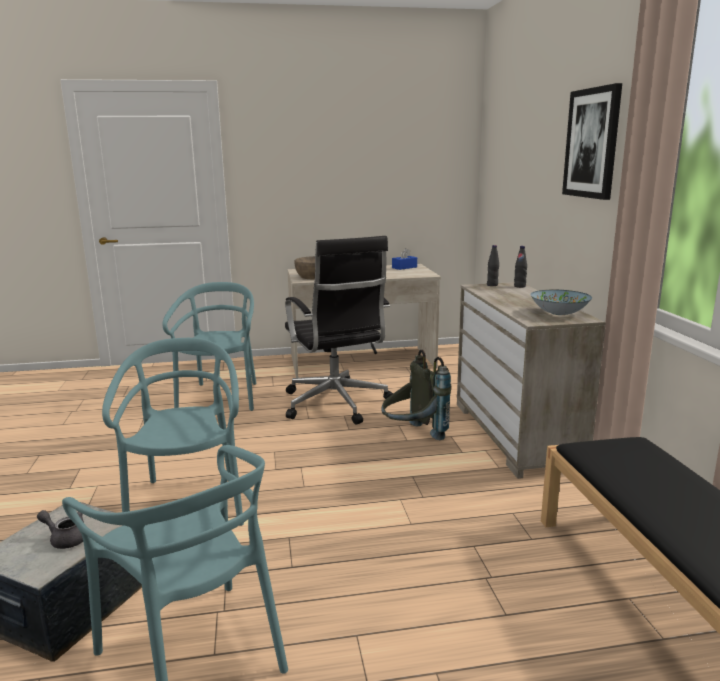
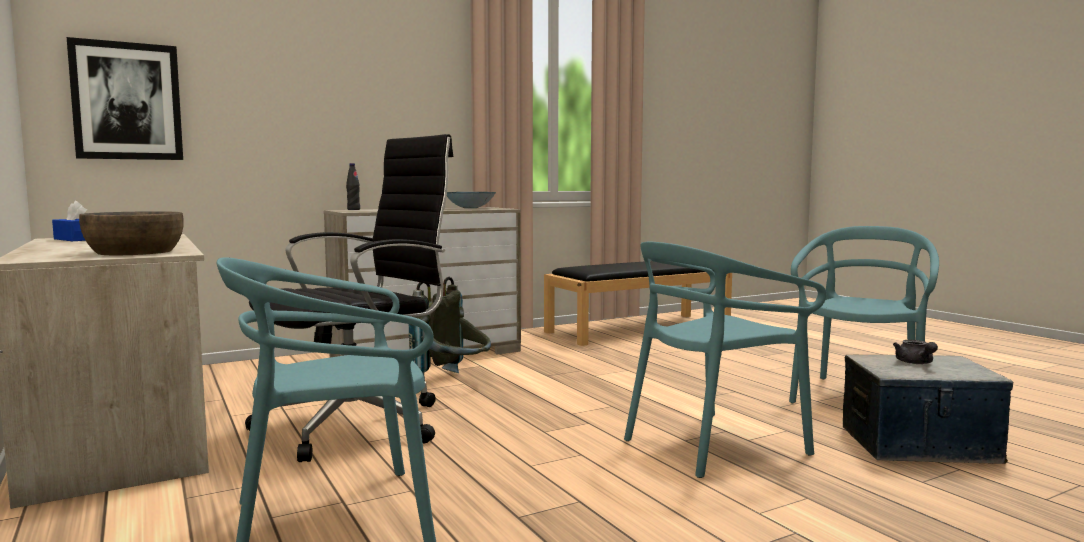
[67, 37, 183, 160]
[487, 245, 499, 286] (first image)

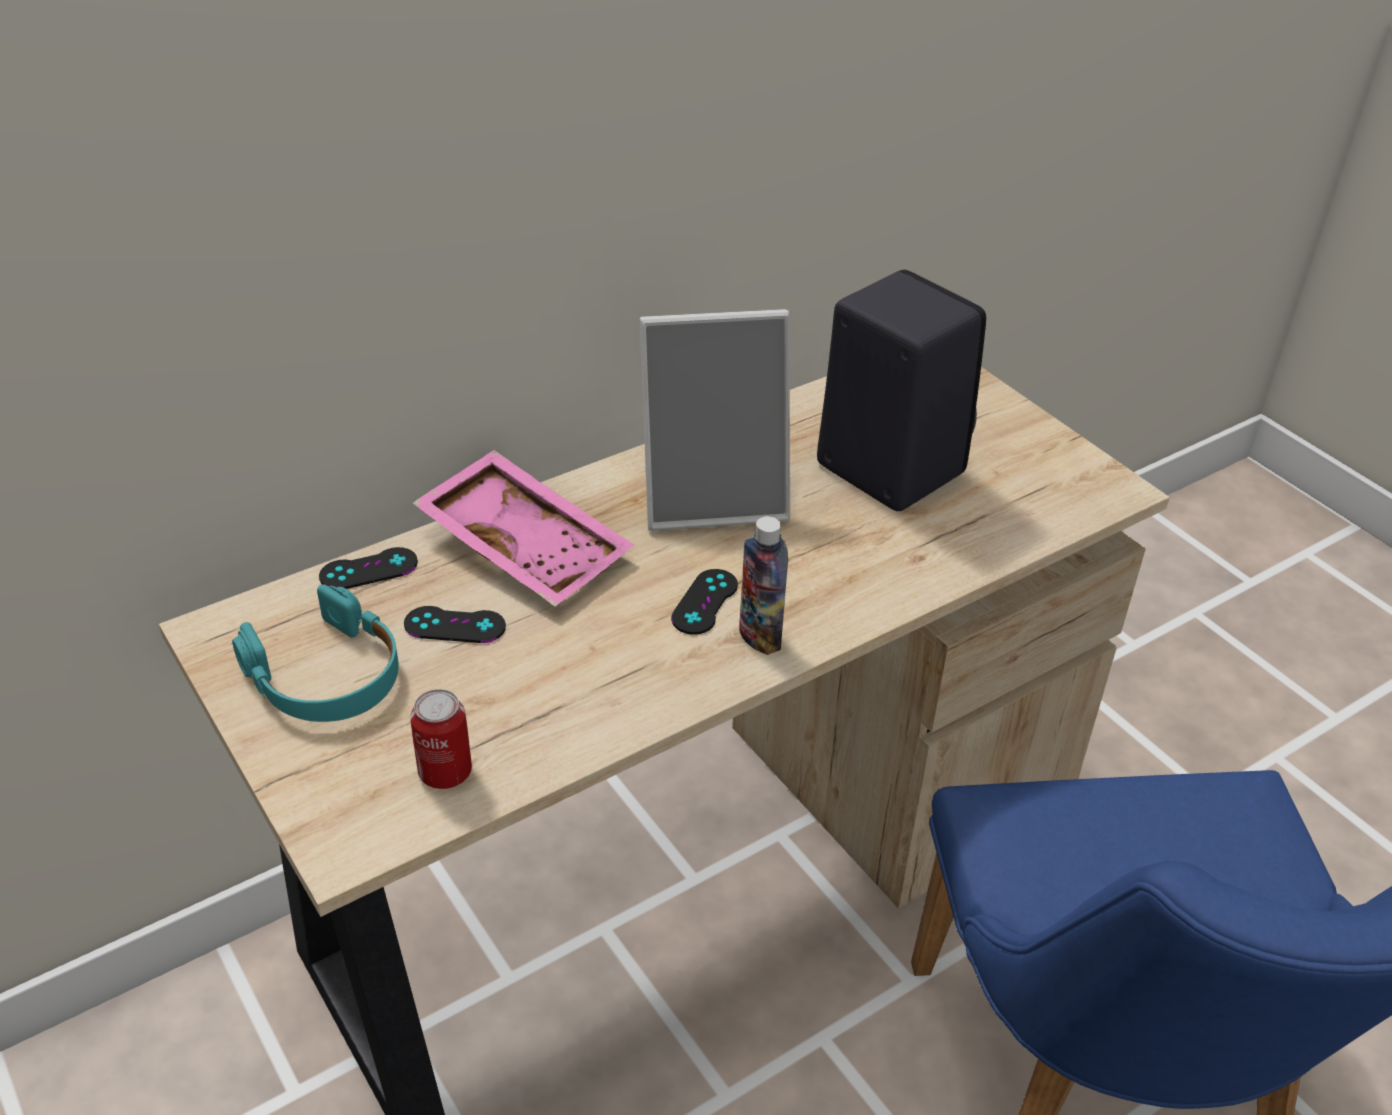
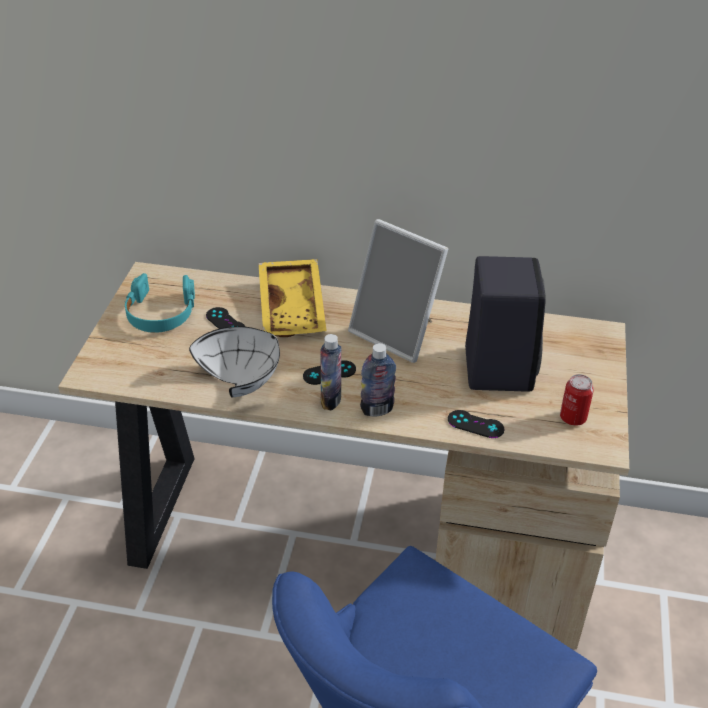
[189, 326, 280, 397]
[258, 259, 327, 337]
[360, 343, 396, 416]
[448, 410, 505, 438]
[560, 374, 594, 426]

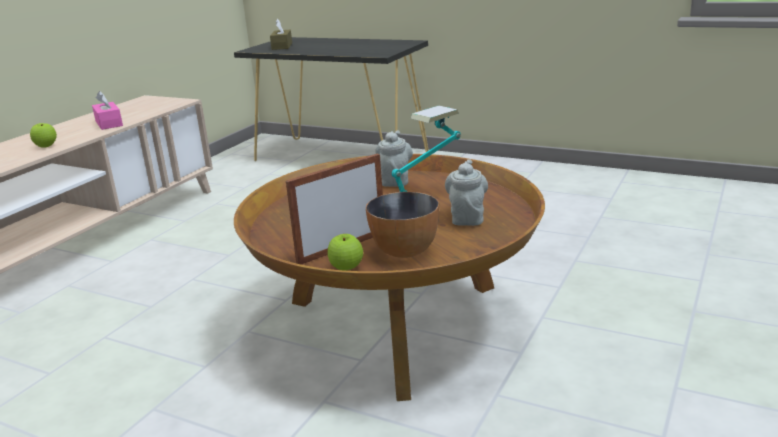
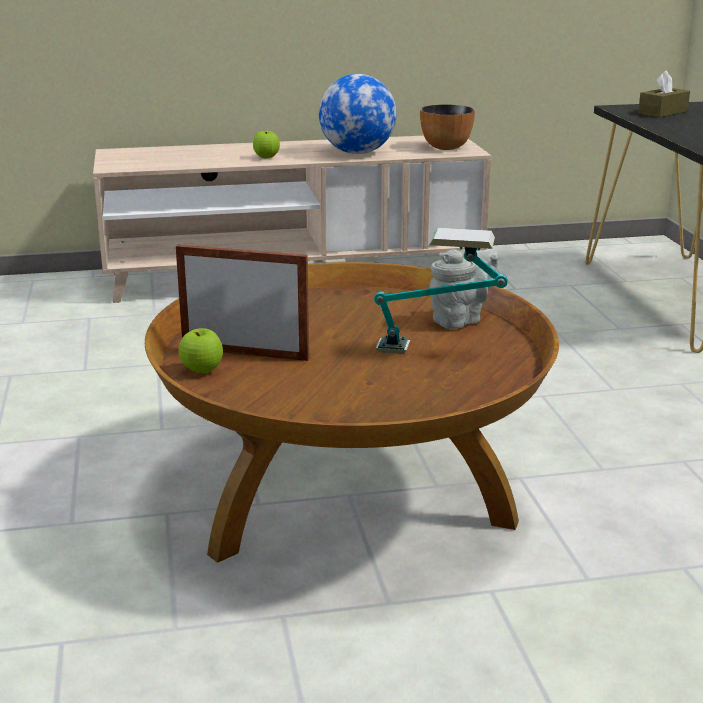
[319, 74, 397, 154]
[420, 104, 475, 150]
[445, 159, 488, 226] (first image)

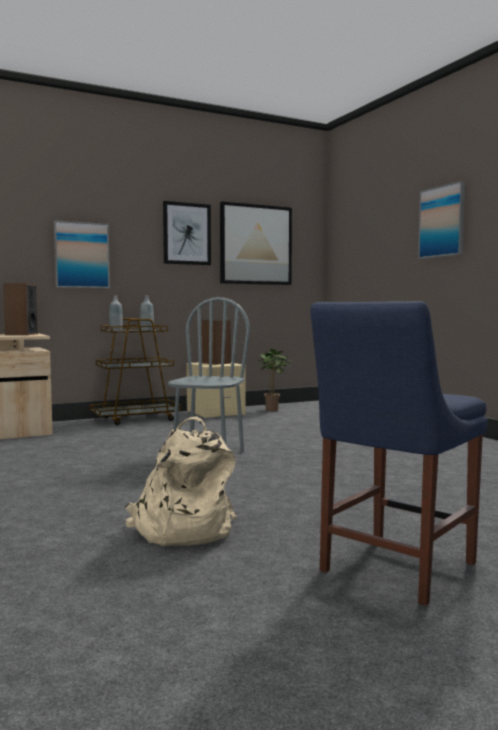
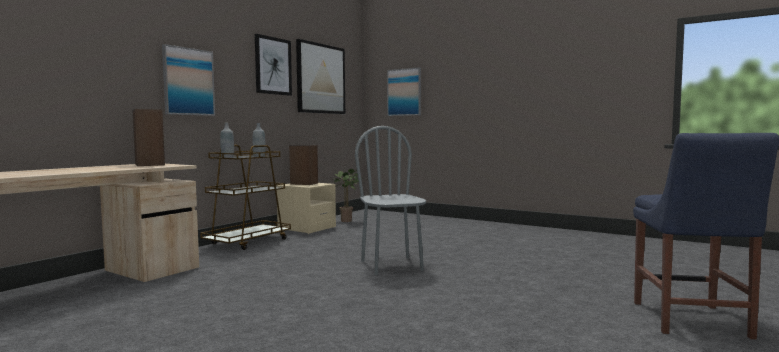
[387, 67, 421, 116]
[125, 416, 237, 546] (first image)

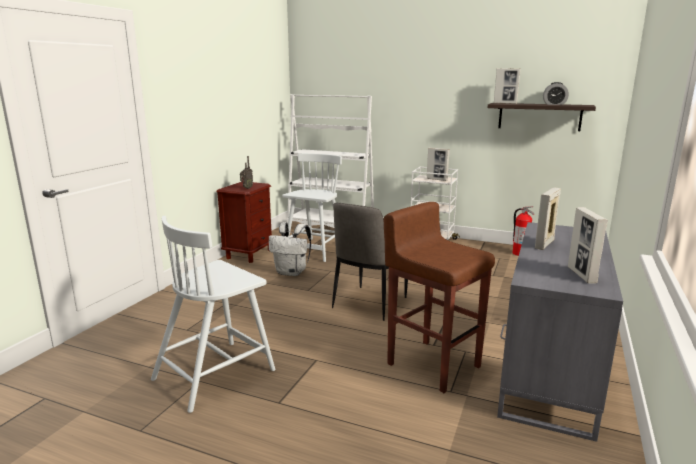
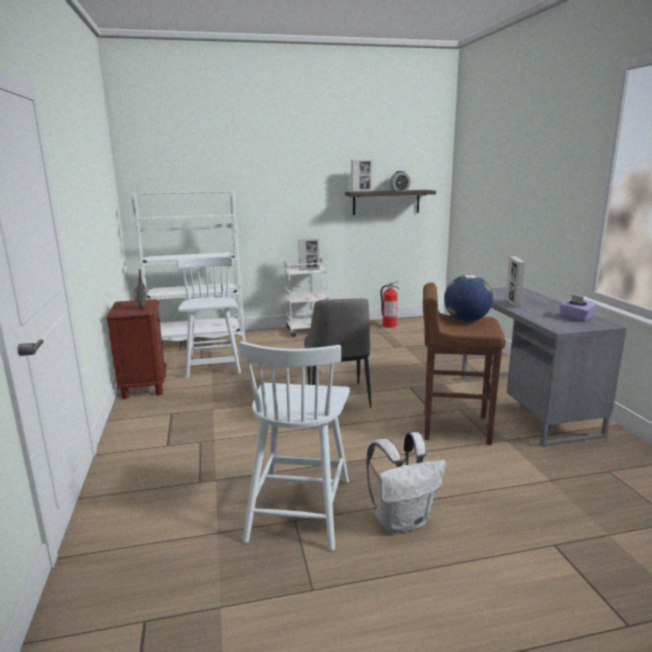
[366, 432, 446, 534]
[444, 275, 493, 322]
[559, 295, 597, 321]

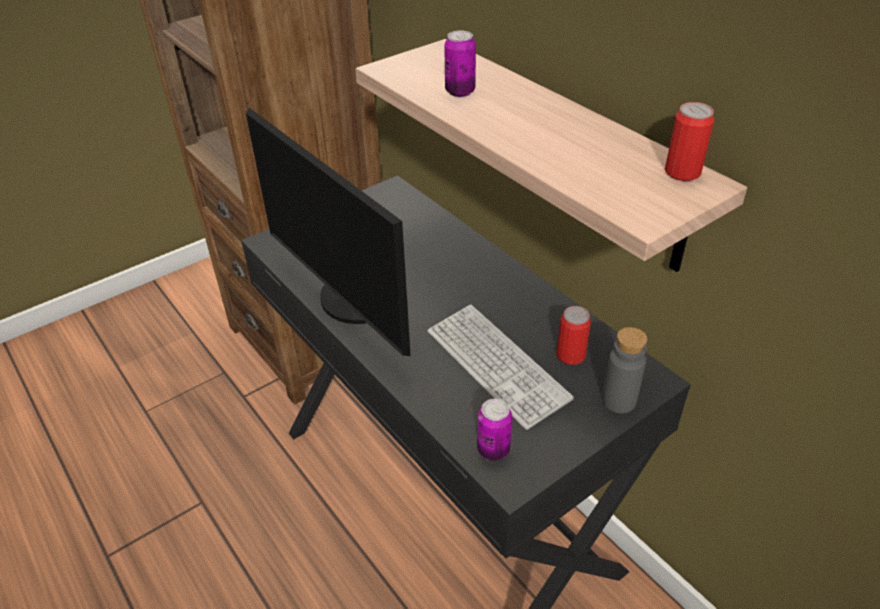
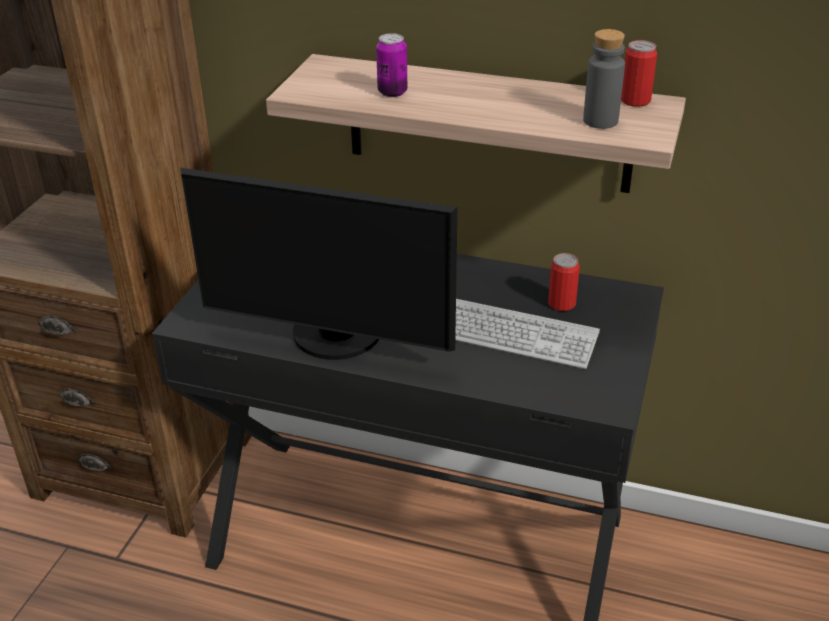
[583, 29, 625, 129]
[477, 399, 512, 461] (first image)

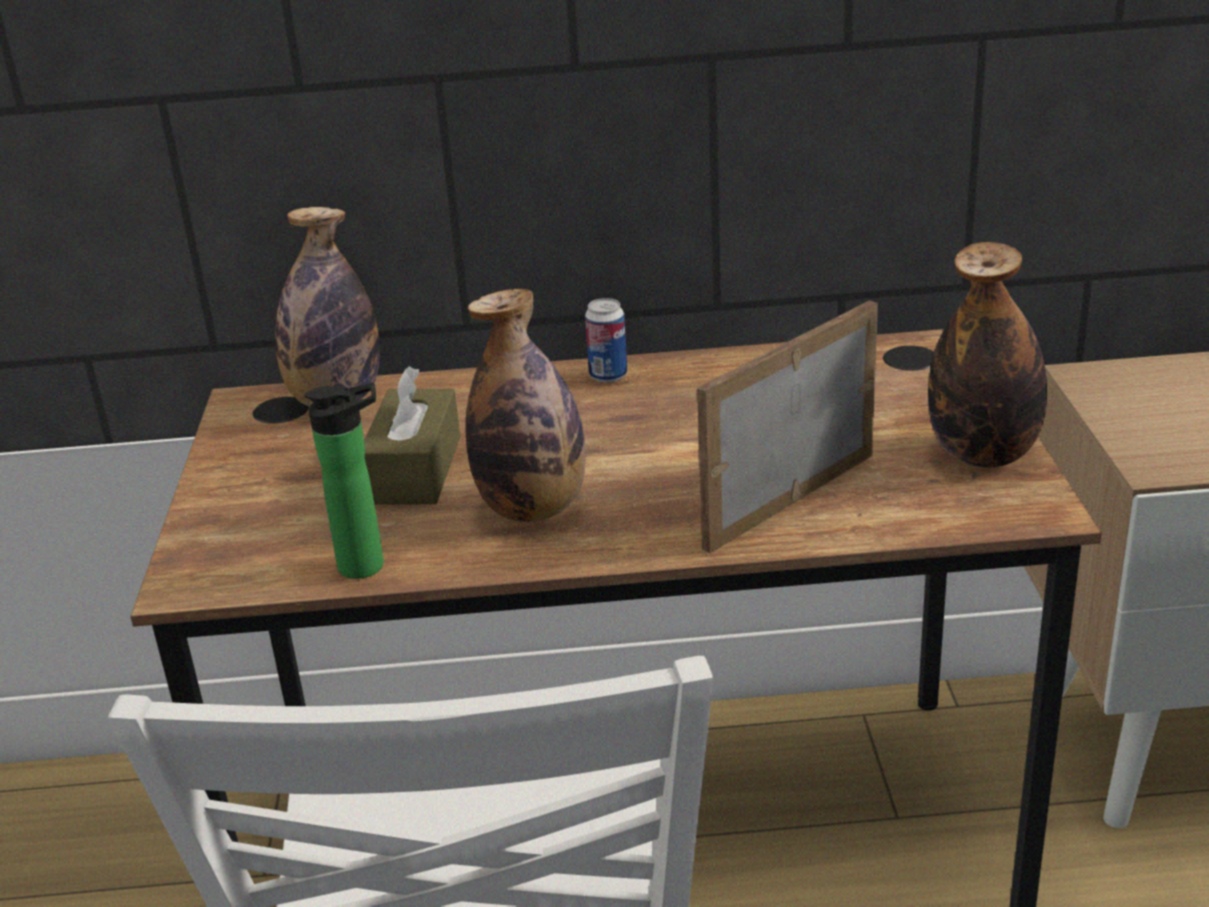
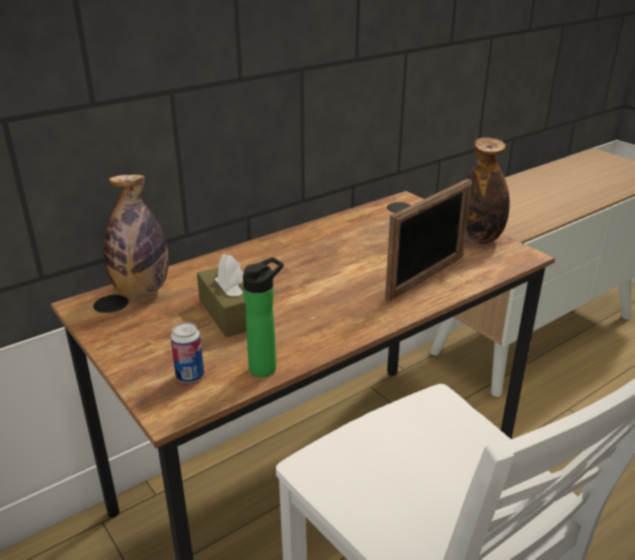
[171, 322, 204, 383]
[385, 179, 472, 301]
[465, 289, 585, 522] (first image)

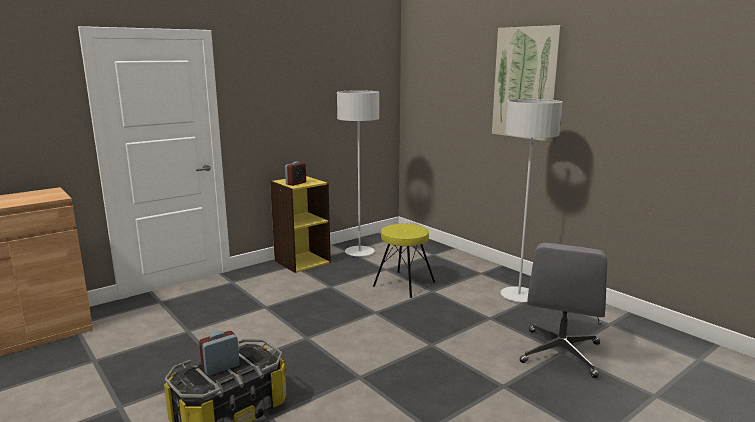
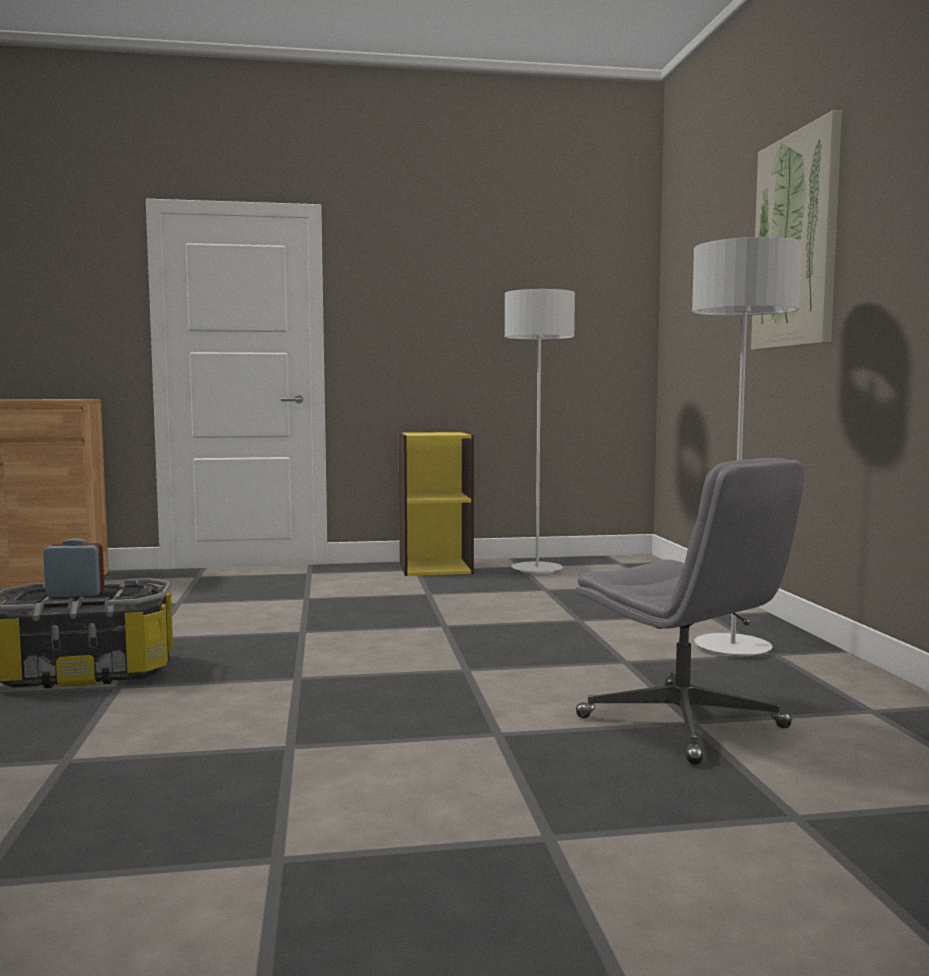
[576, 458, 805, 765]
[285, 161, 306, 186] (first image)
[373, 224, 435, 298] (first image)

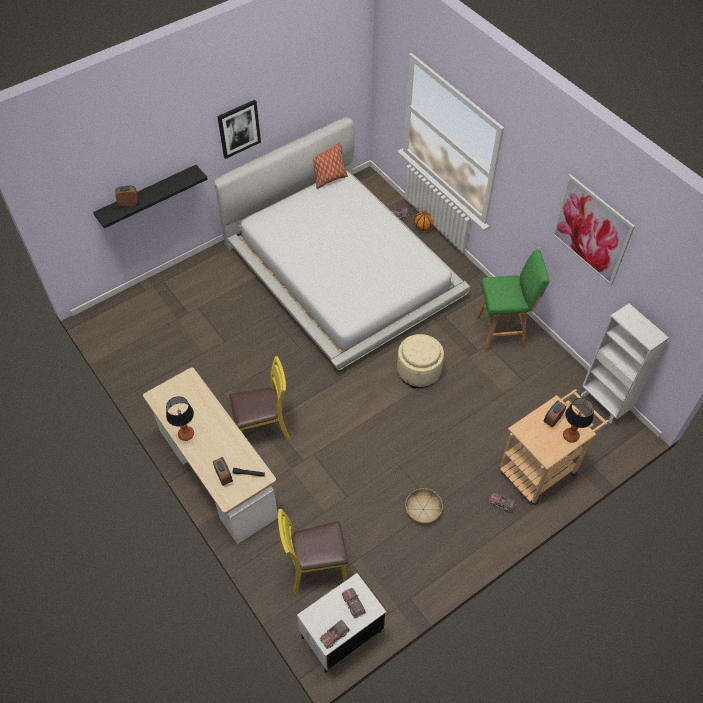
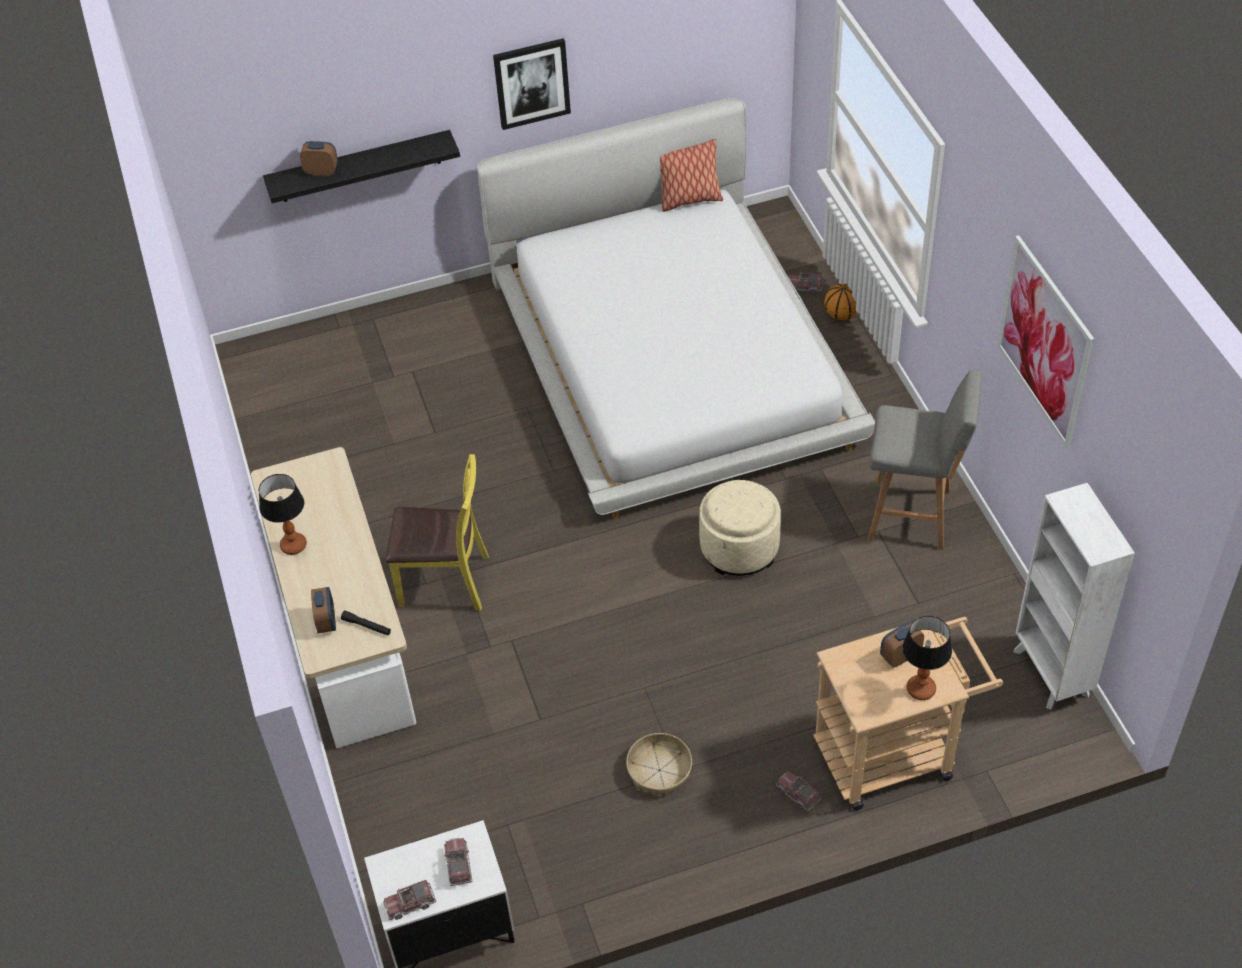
[868, 370, 982, 550]
[278, 509, 348, 594] (first image)

